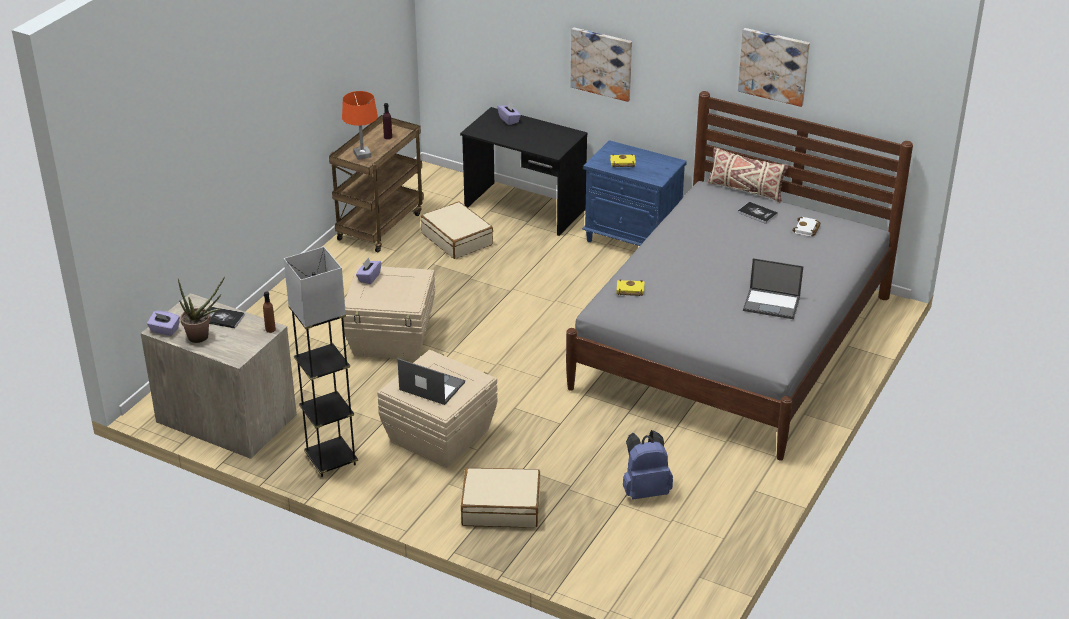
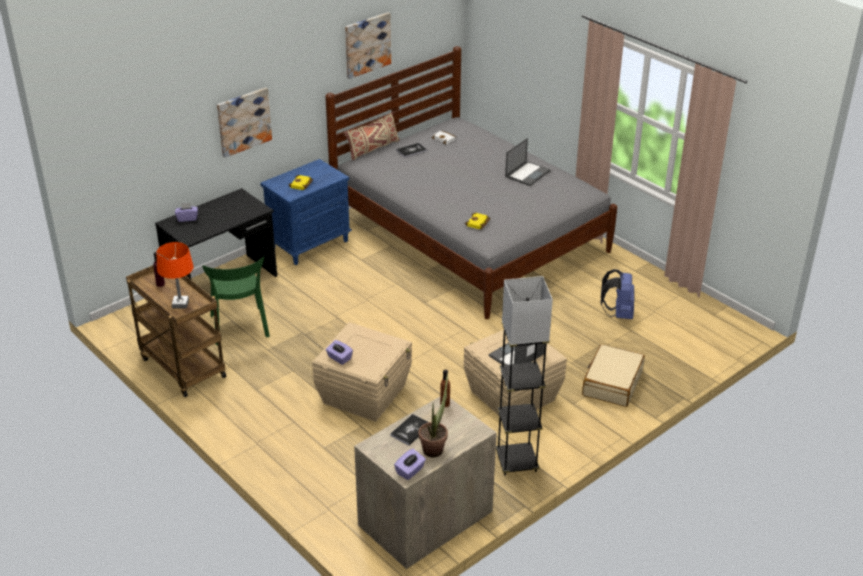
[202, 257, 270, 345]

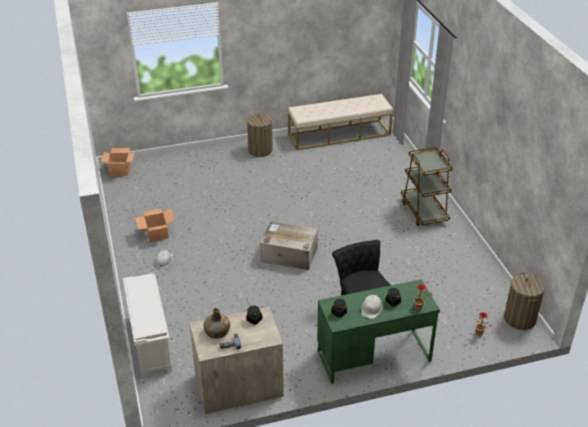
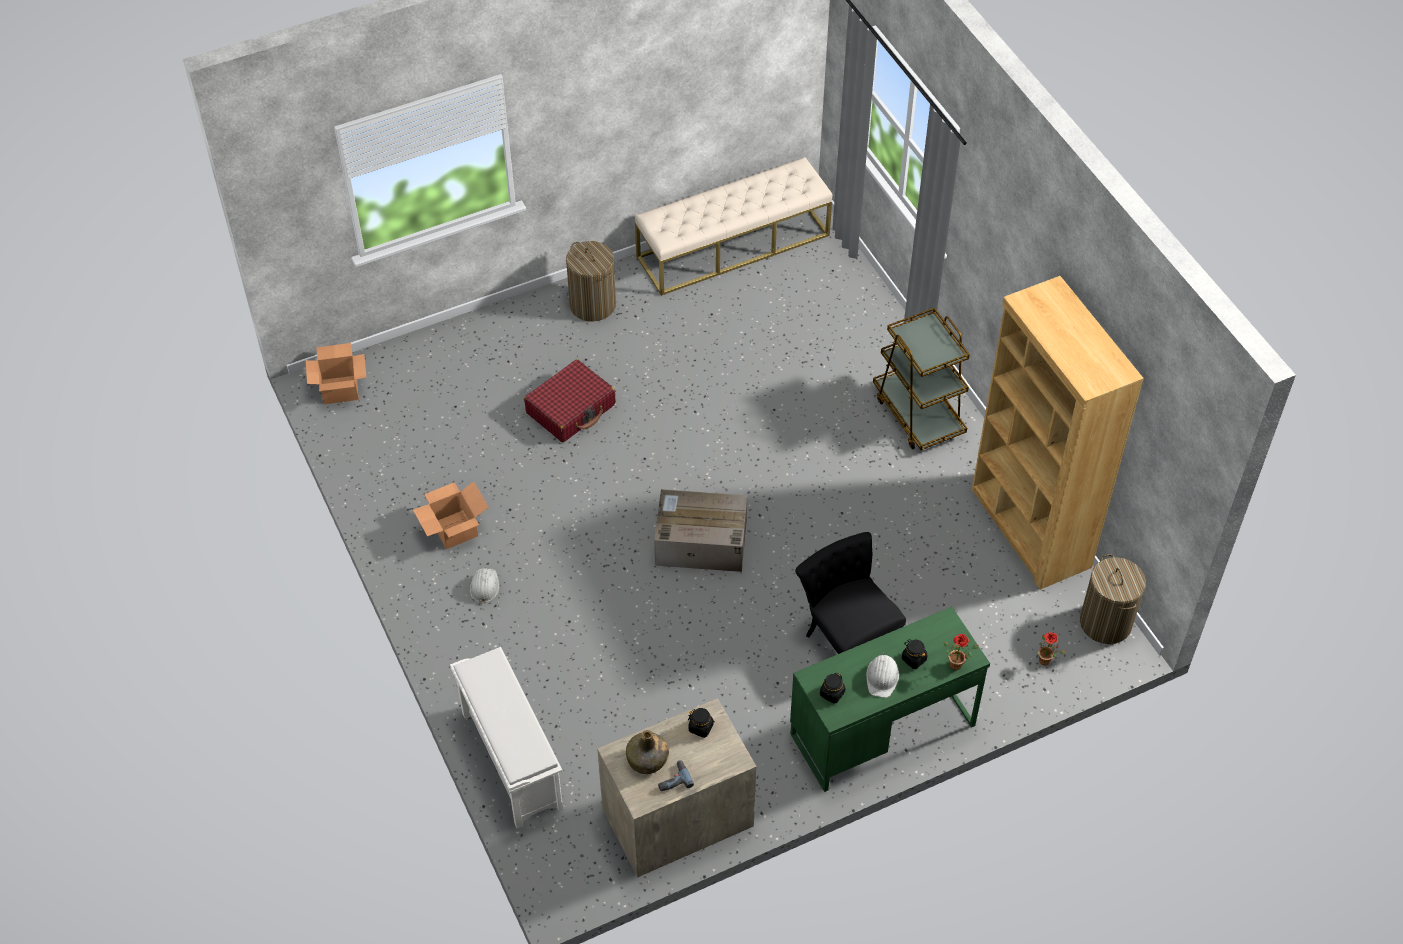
[524, 359, 615, 442]
[972, 276, 1144, 590]

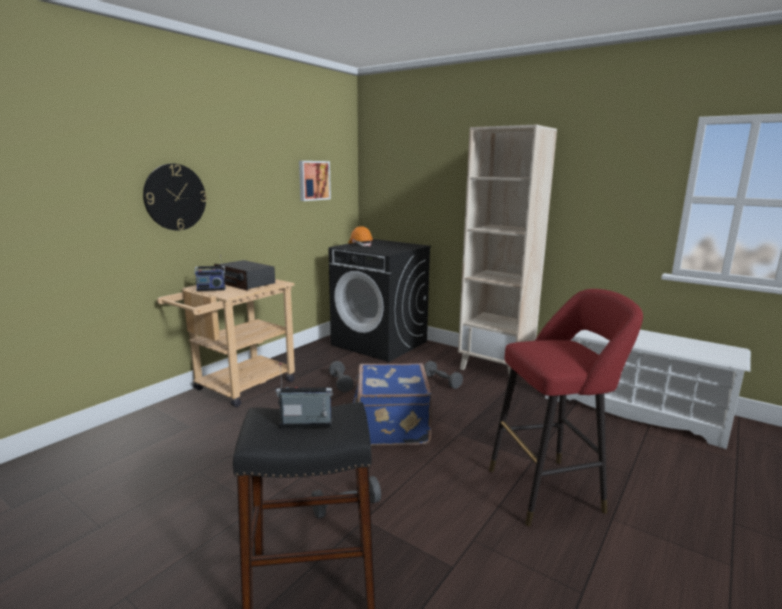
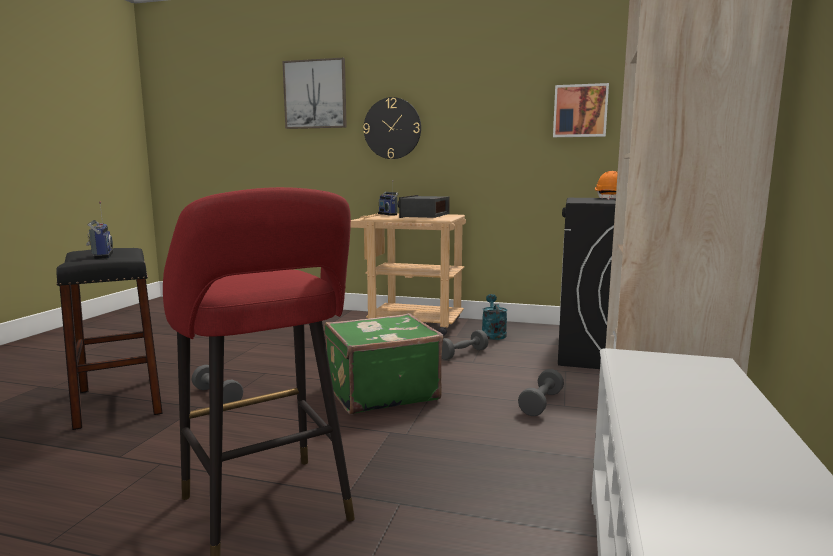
[282, 58, 347, 129]
[325, 313, 443, 415]
[482, 294, 507, 340]

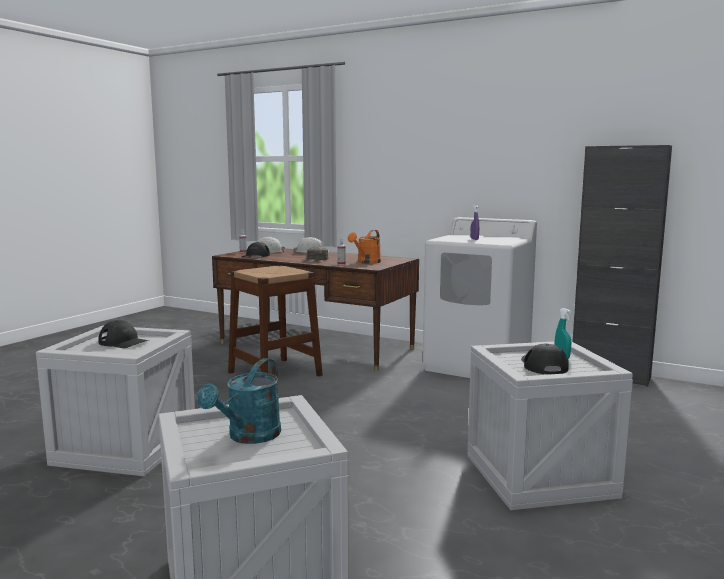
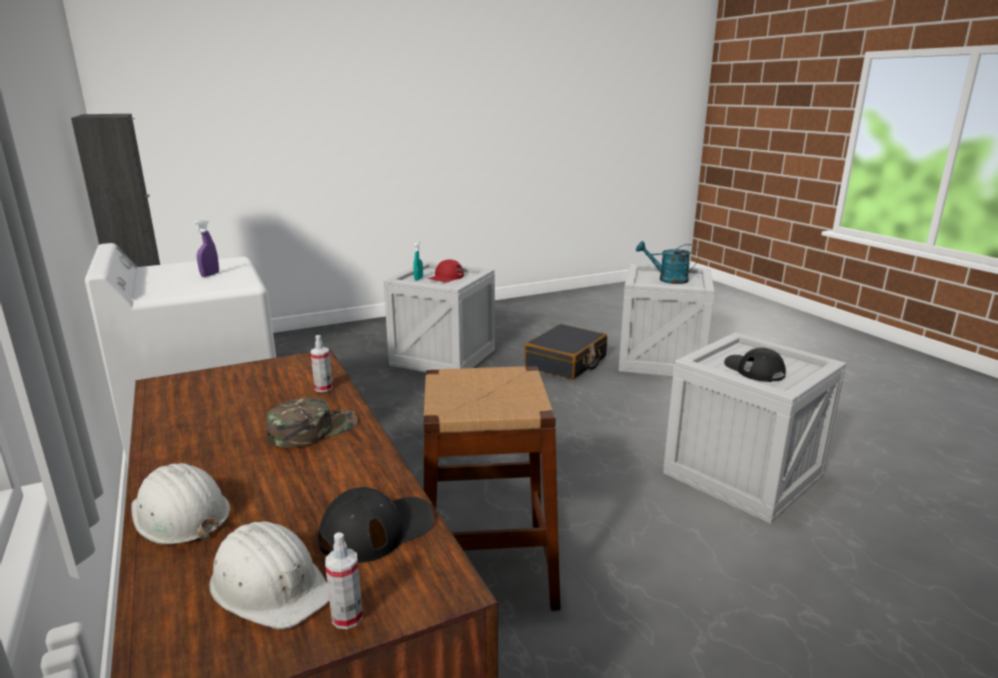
[428, 259, 464, 283]
[525, 324, 607, 380]
[636, 241, 699, 284]
[348, 230, 381, 264] (first image)

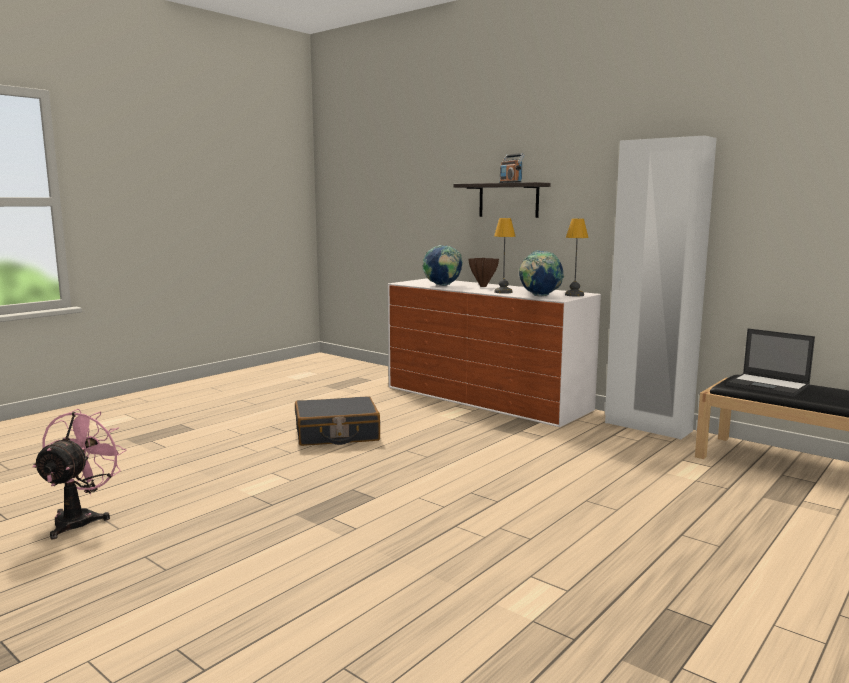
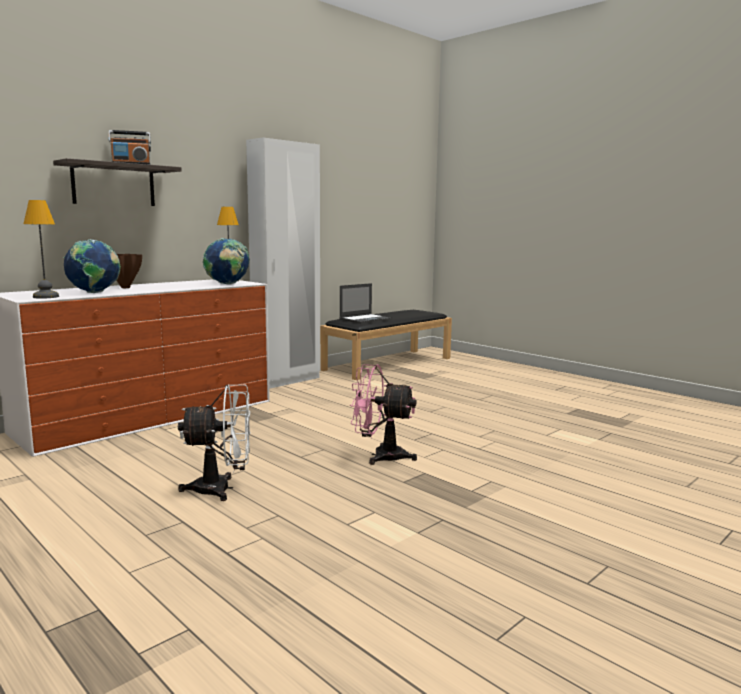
[24, 200, 59, 299]
[178, 385, 250, 501]
[350, 364, 417, 465]

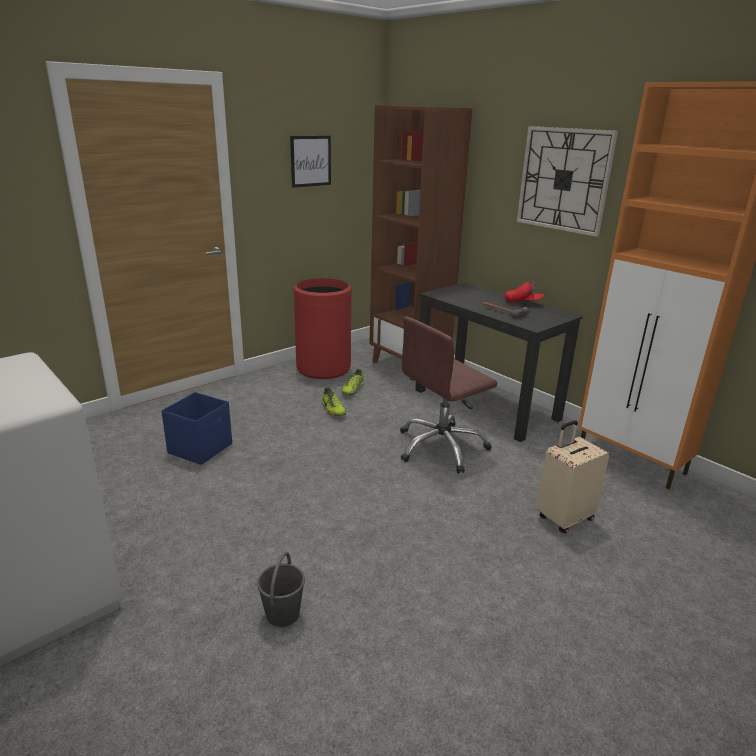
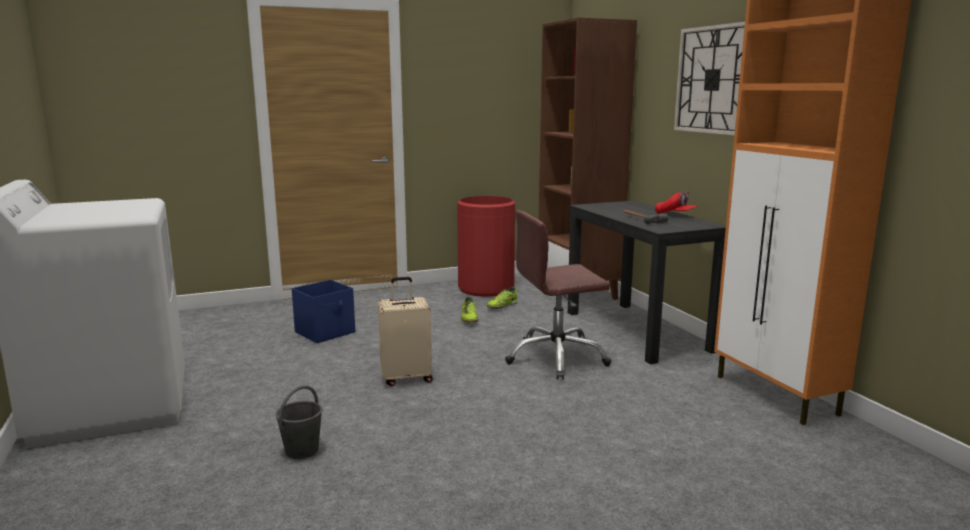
[378, 277, 433, 386]
[290, 136, 331, 188] (first image)

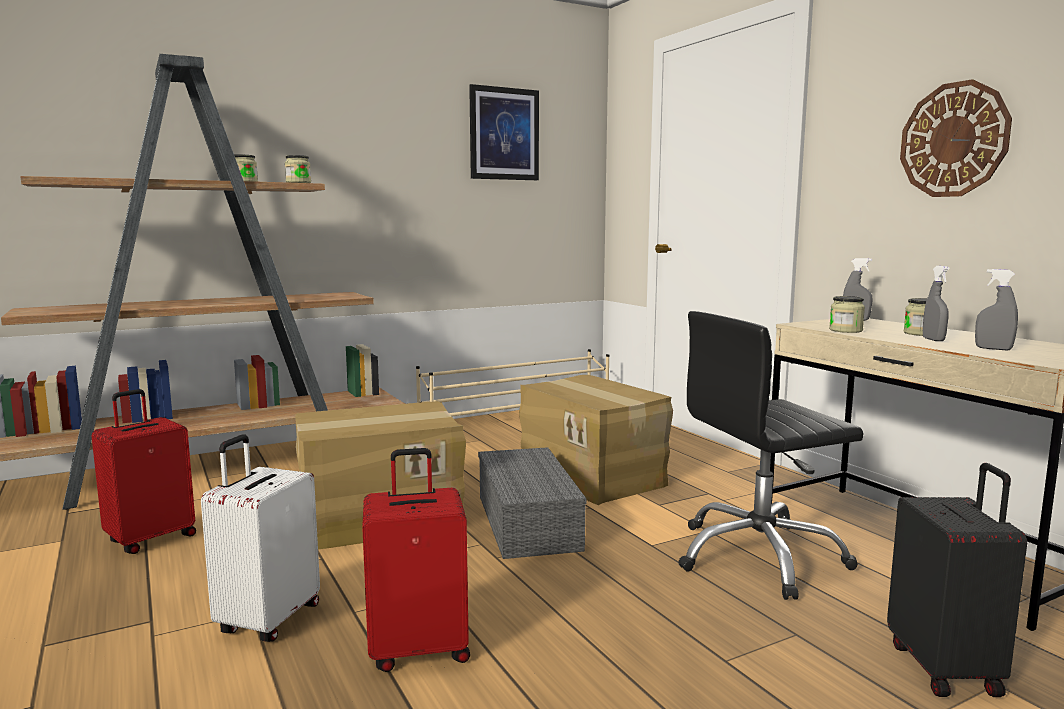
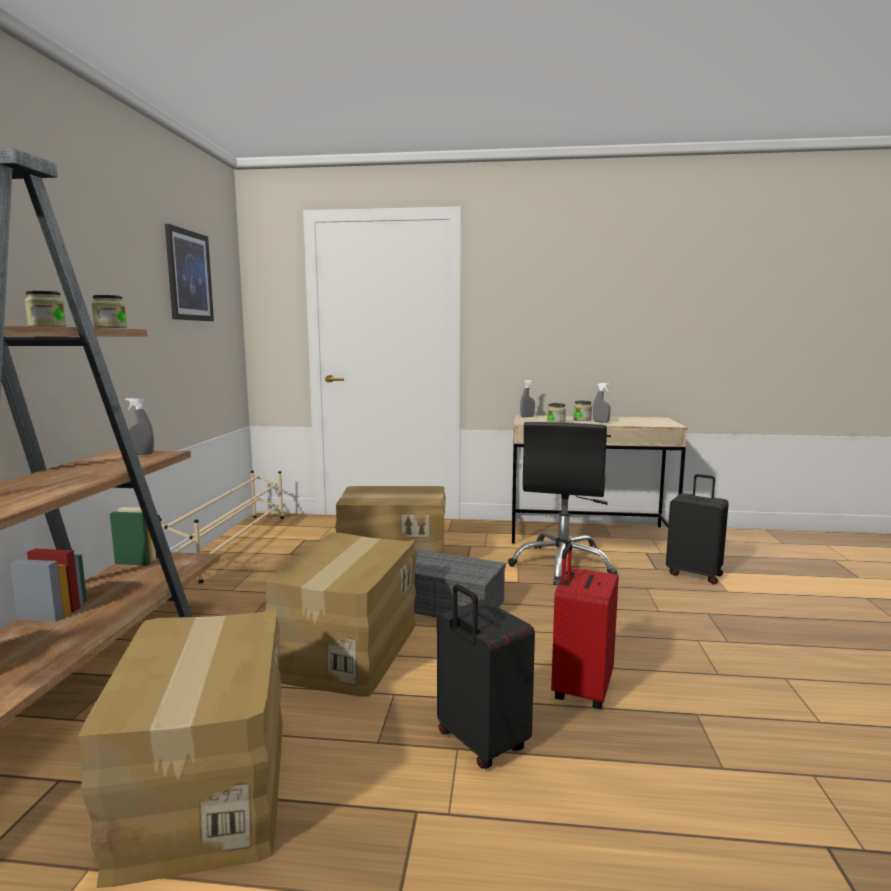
[78, 608, 283, 888]
[125, 398, 154, 455]
[437, 584, 535, 769]
[900, 79, 1012, 197] (first image)

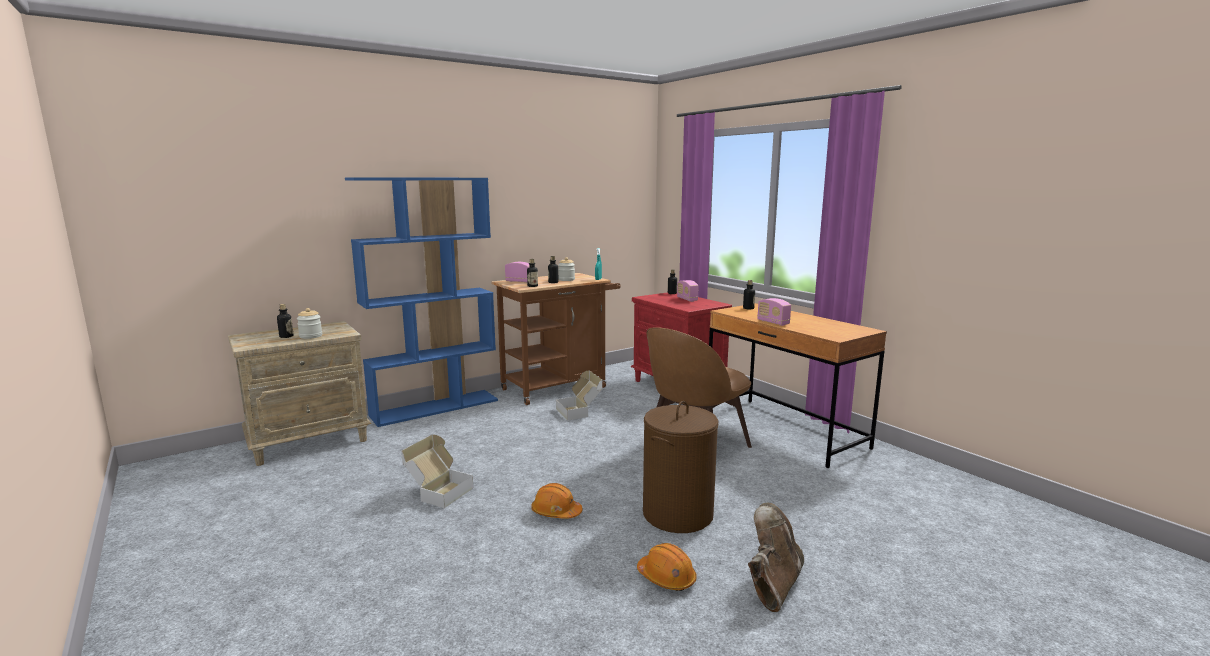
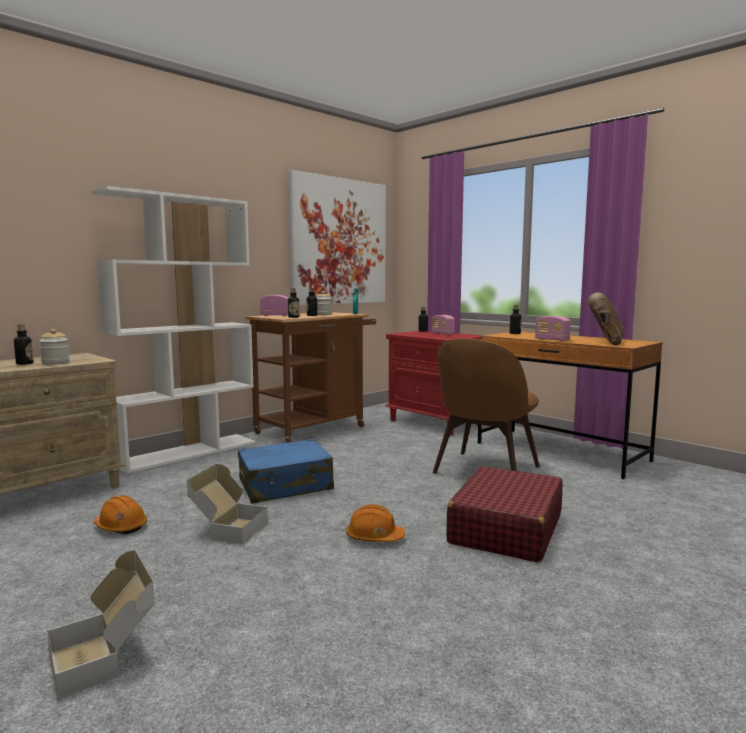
[47, 550, 155, 699]
[92, 186, 255, 474]
[93, 495, 147, 535]
[238, 439, 334, 504]
[288, 170, 386, 305]
[446, 466, 563, 563]
[588, 292, 624, 345]

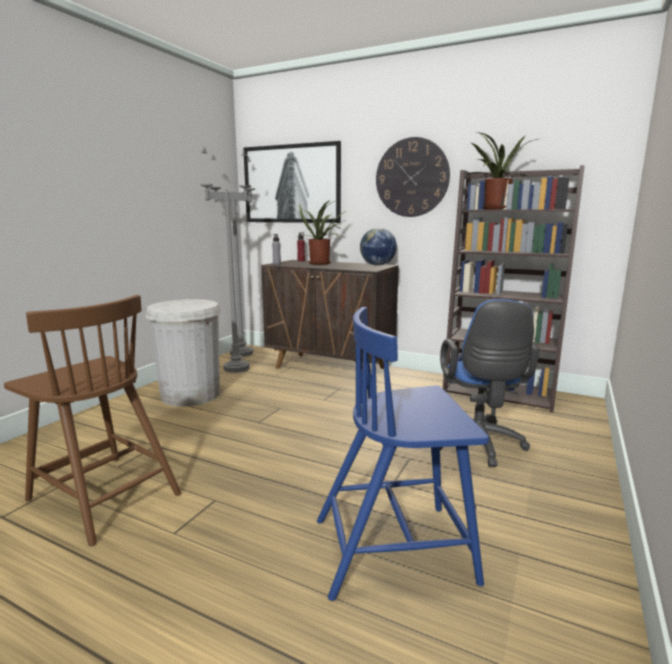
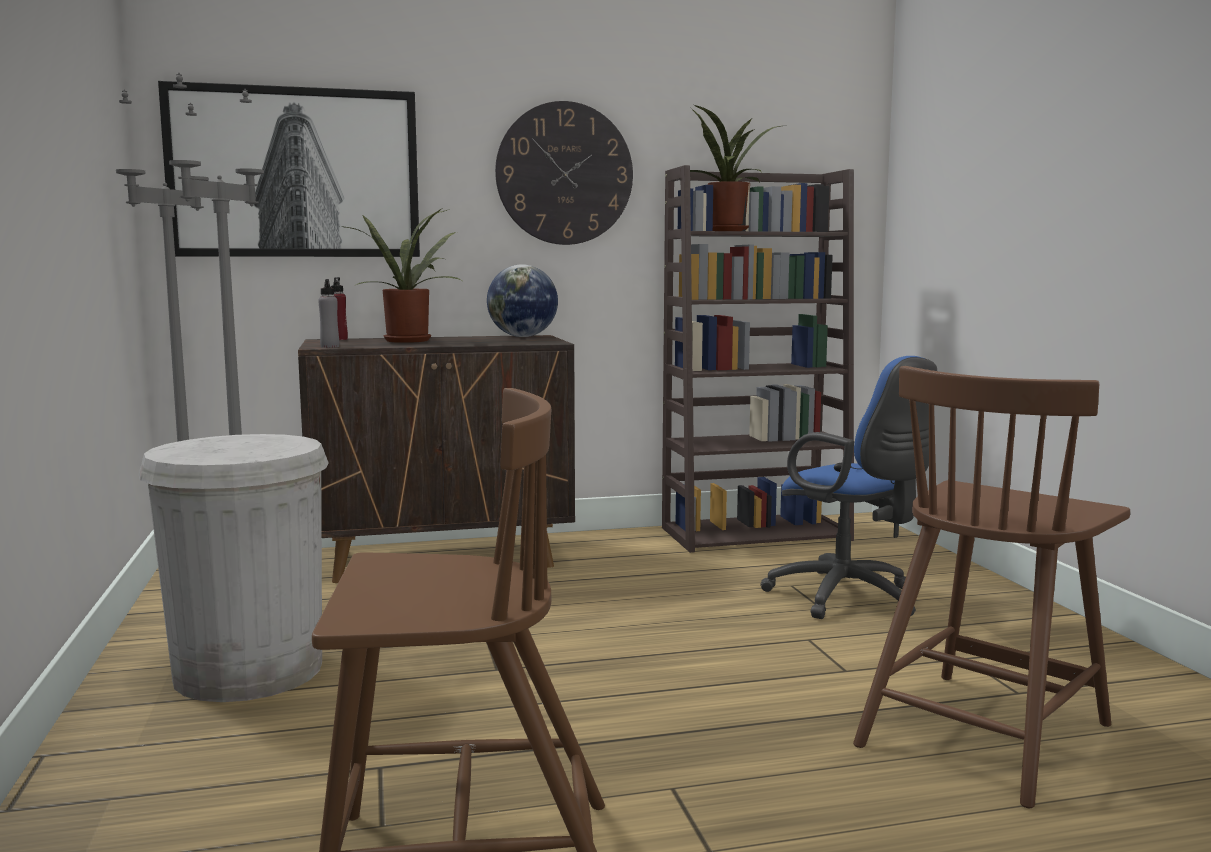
[853, 366, 1130, 808]

